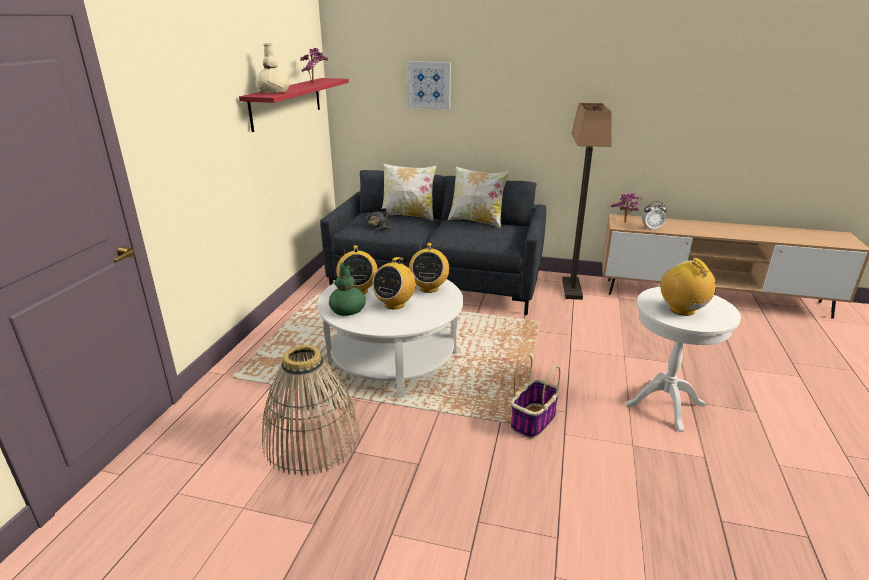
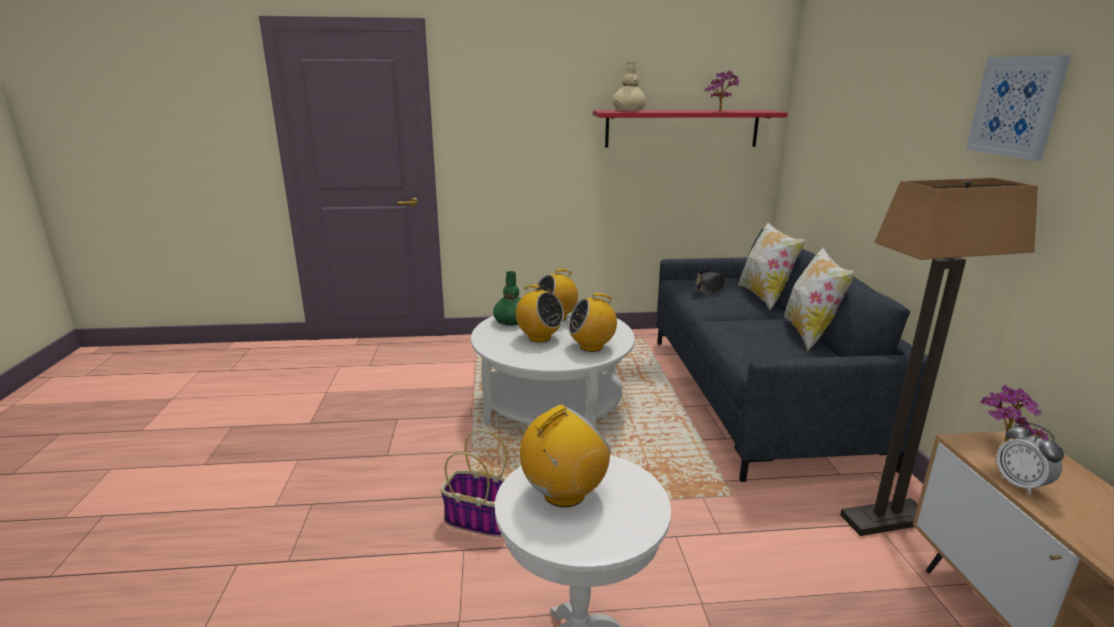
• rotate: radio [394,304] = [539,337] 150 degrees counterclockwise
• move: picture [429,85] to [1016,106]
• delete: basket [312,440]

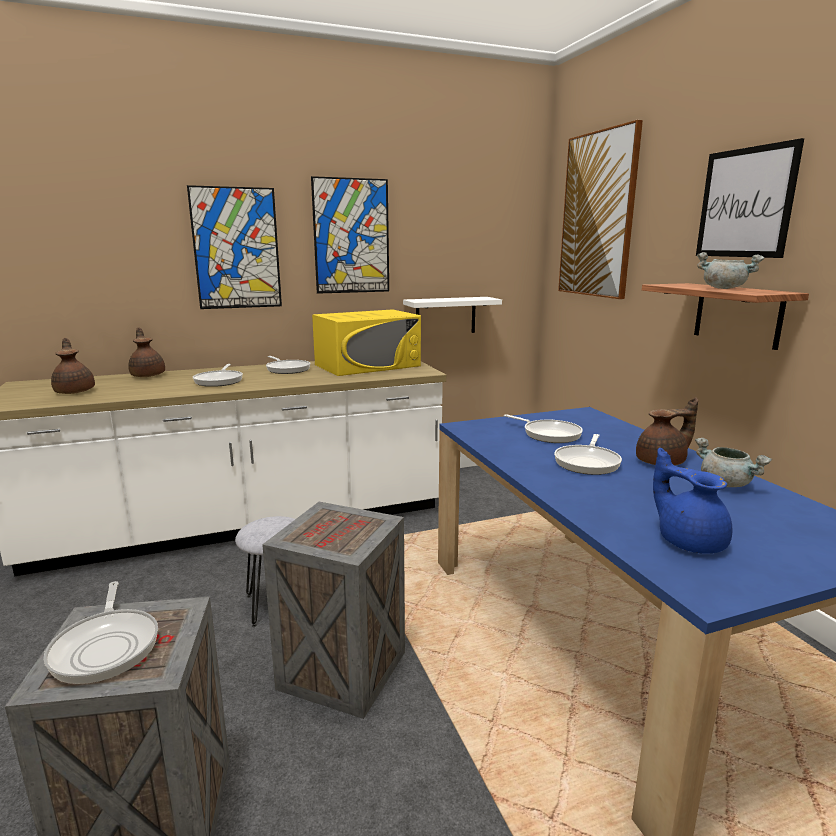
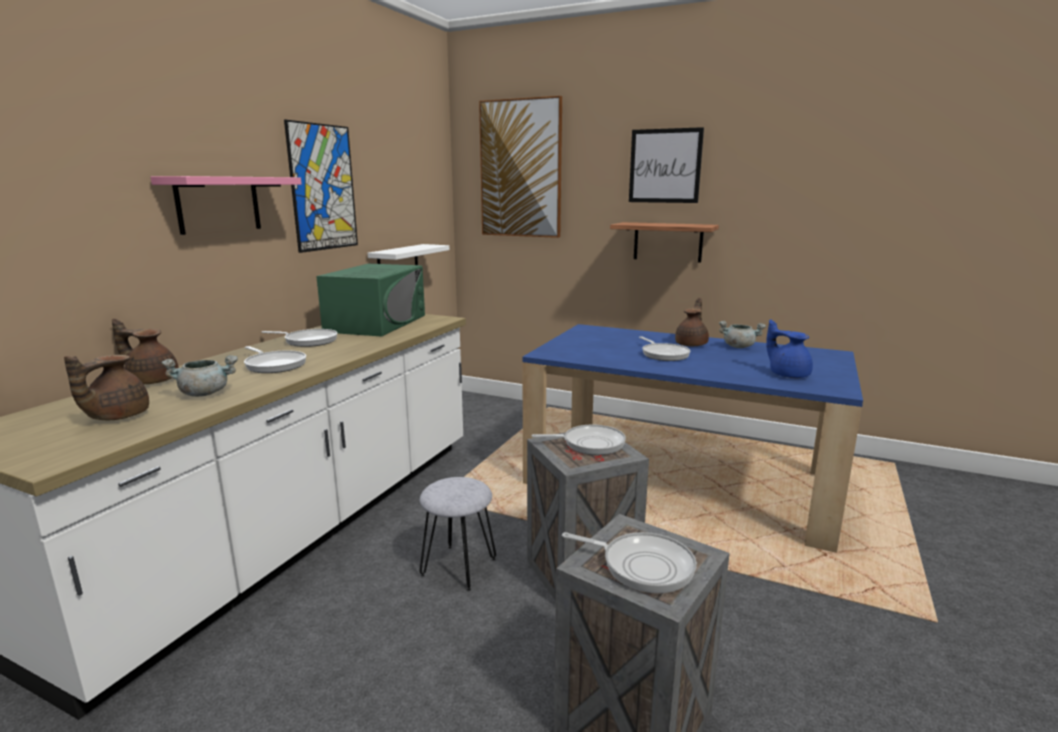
• rotate: brown teapot [75,391] = [116,417] 90 degrees counterclockwise
• replace: picture [236,248] to pink shelf [218,204]
• move: grey cooking pot [724,288] to [205,393]
• recolor: yellow microwave [368,365] to green microwave [376,323]
• move: frying pan [549,434] to [589,444]
• rotate: blue teapot [689,541] = [788,374] 45 degrees clockwise

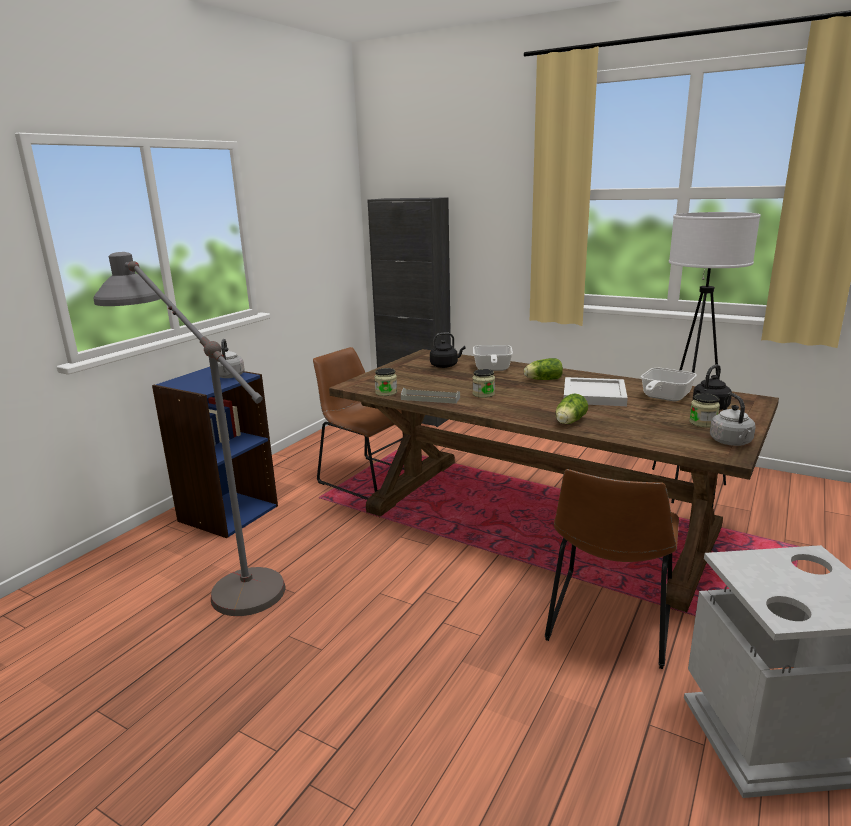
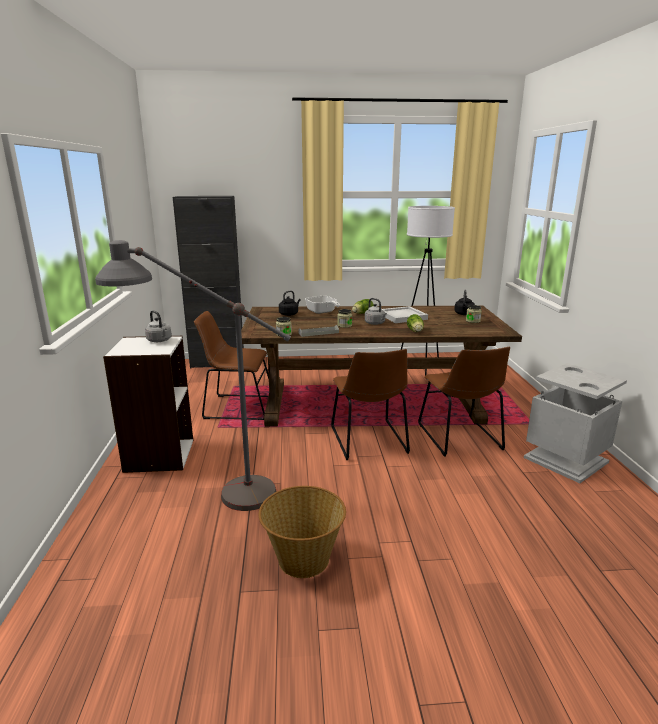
• recolor: blue bookcase [227,513] to white bookcase [158,455]
• insert: basket [303,560]
• insert: brown chair [369,441]
• move: grey kettle [731,442] to [375,323]
• delete: frying pan [663,398]

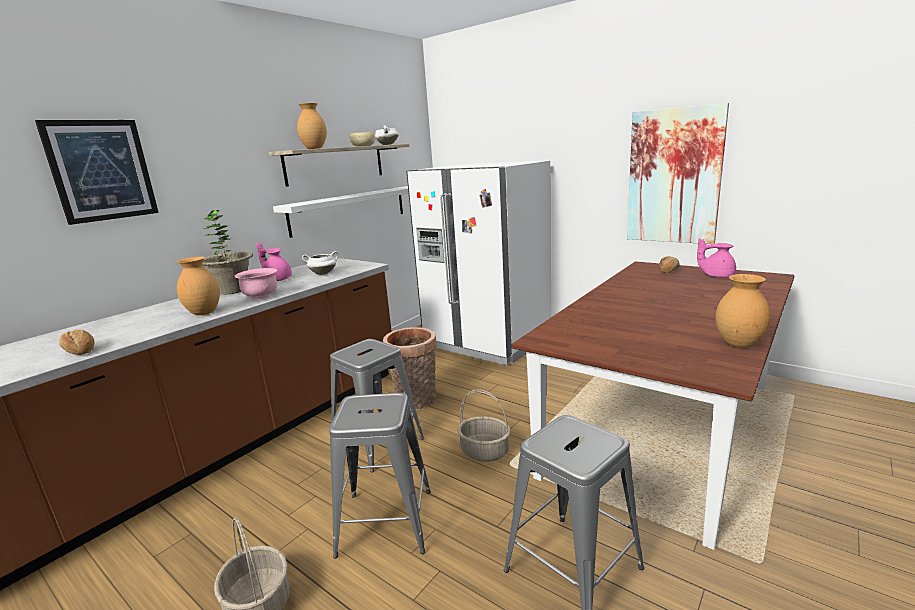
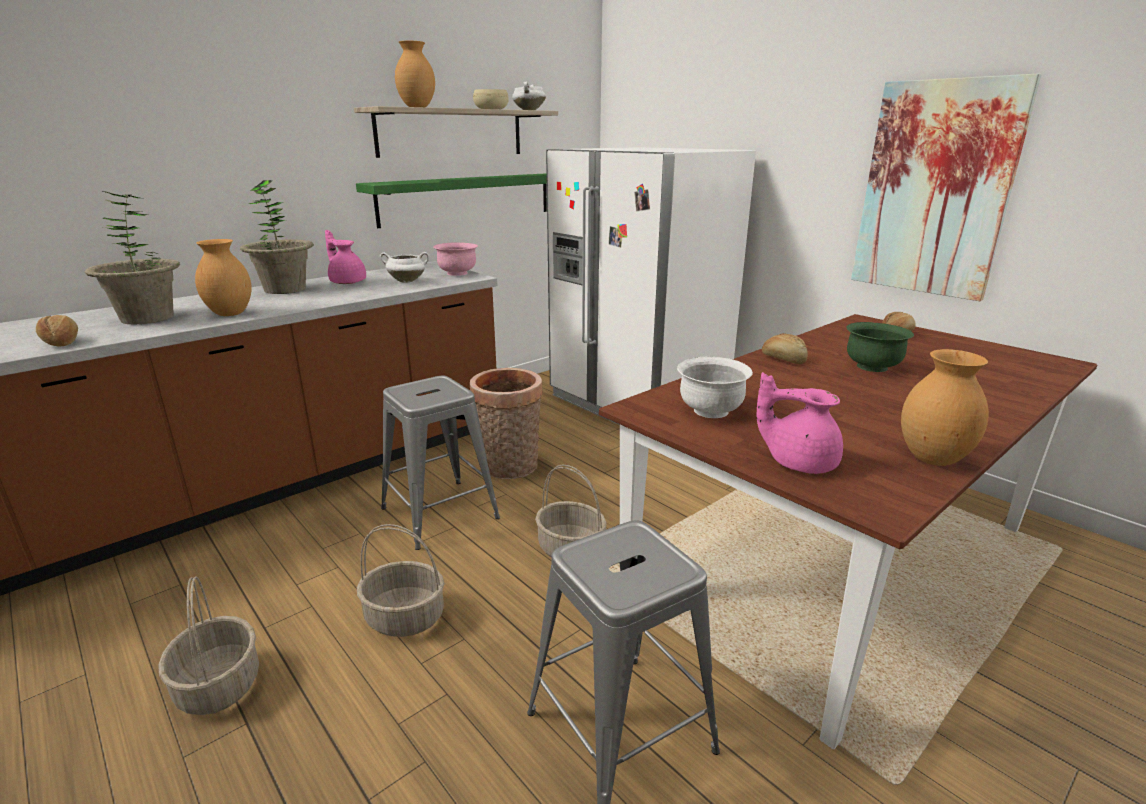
• insert: potted plant [147,318]
• recolor: white shelf [350,209] to green shelf [468,198]
• replace: grey stool [385,522] to basket [406,617]
• move: pink bowl [261,296] to [457,273]
• insert: white bowl [710,411]
• move: pink teapot [716,276] to [798,462]
• insert: bread [783,359]
• insert: green bowl [872,367]
• delete: picture [101,170]

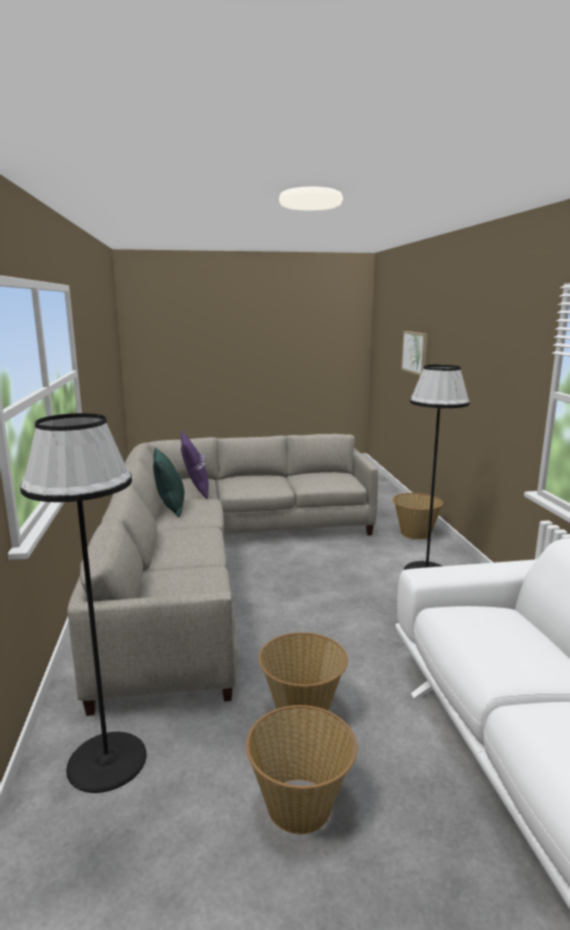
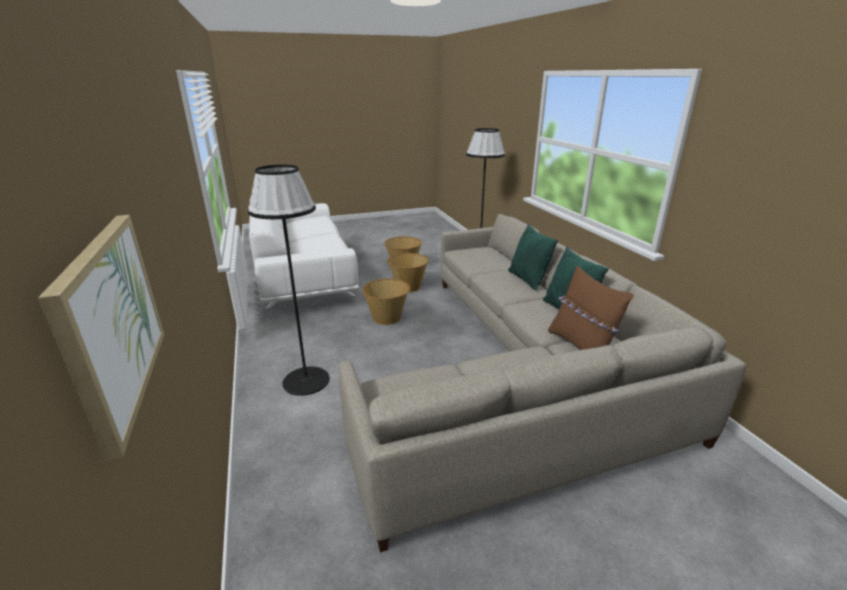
• move: basket [415,533] to [387,318]
• insert: green pillow [527,280]
• recolor: purple pillow [195,490] to brown pillow [581,347]

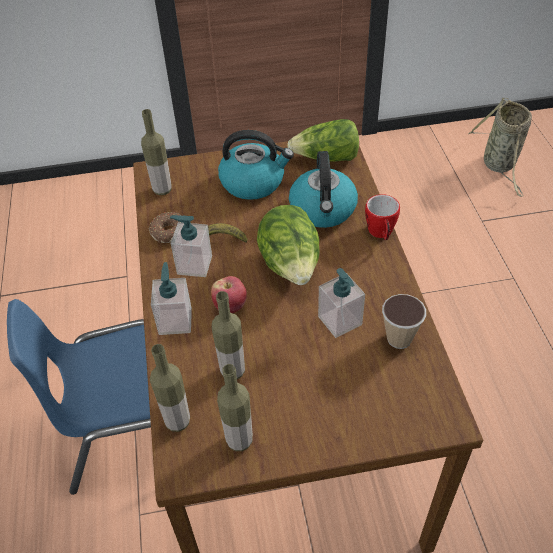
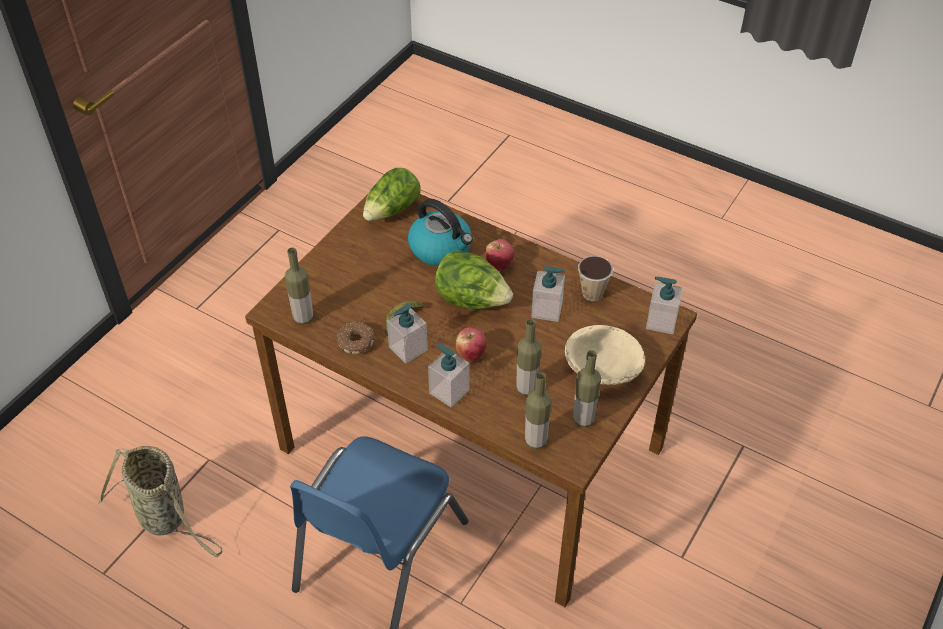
• move: basket [499,165] to [165,518]
• insert: apple [499,265]
• insert: beige bowl [602,368]
• insert: soap dispenser [661,322]
• delete: kettle [253,182]
• delete: mug [381,234]

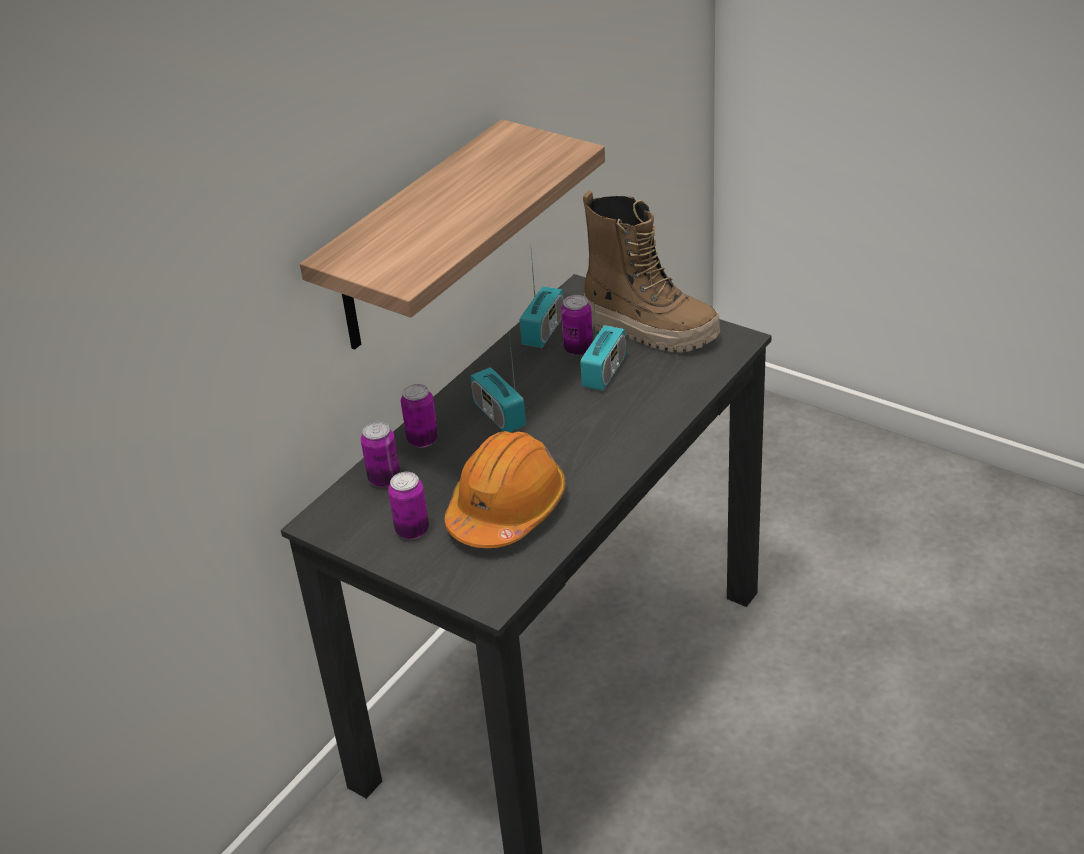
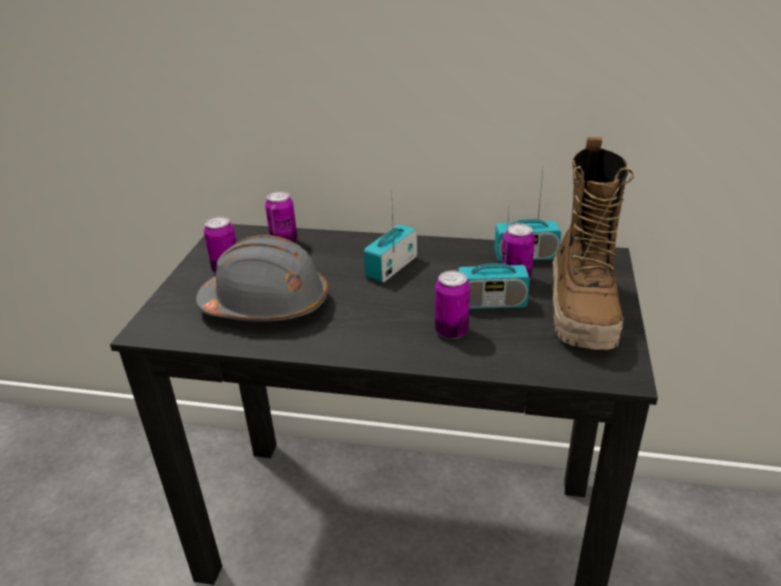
• recolor: orange hard hat [507,509] to grey hard hat [266,305]
• move: can [422,440] to [451,331]
• delete: shelf [414,240]

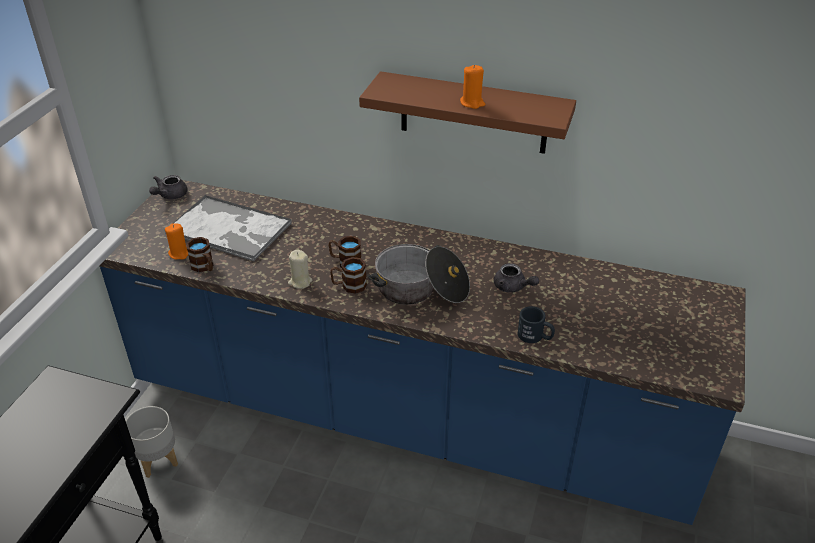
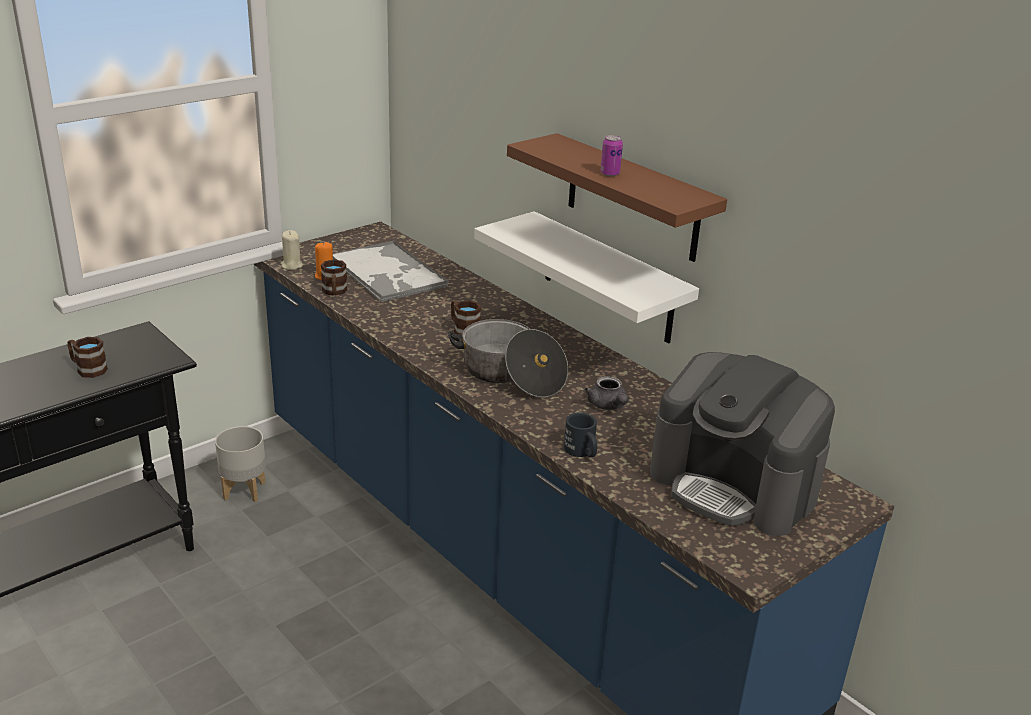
• move: brown mug [349,286] to [87,369]
• move: beige candle [300,282] to [291,265]
• insert: white shelf [608,278]
• replace: orange candle [472,103] to can [610,174]
• insert: coffee machine [734,485]
• delete: grey teapot [170,195]

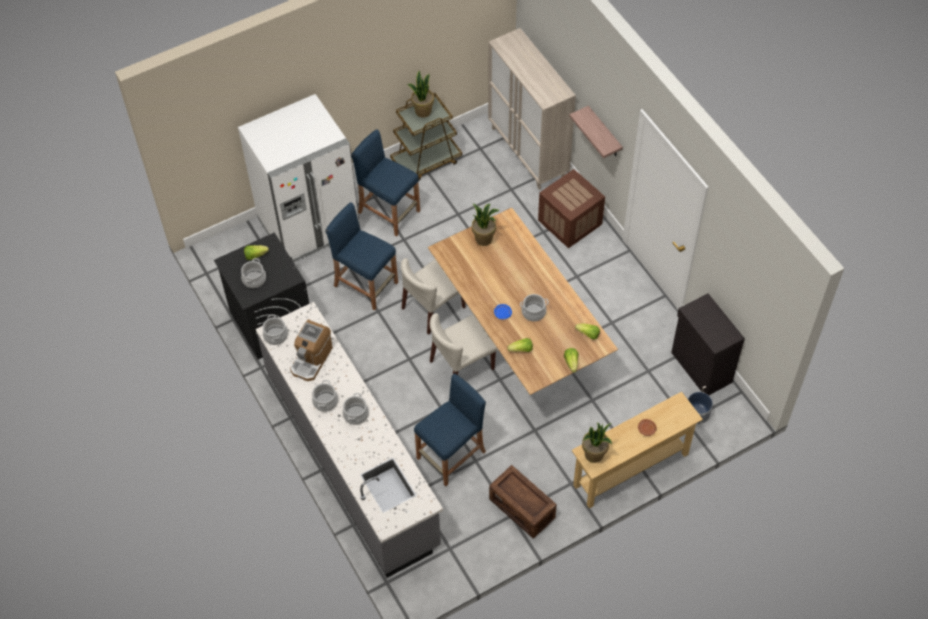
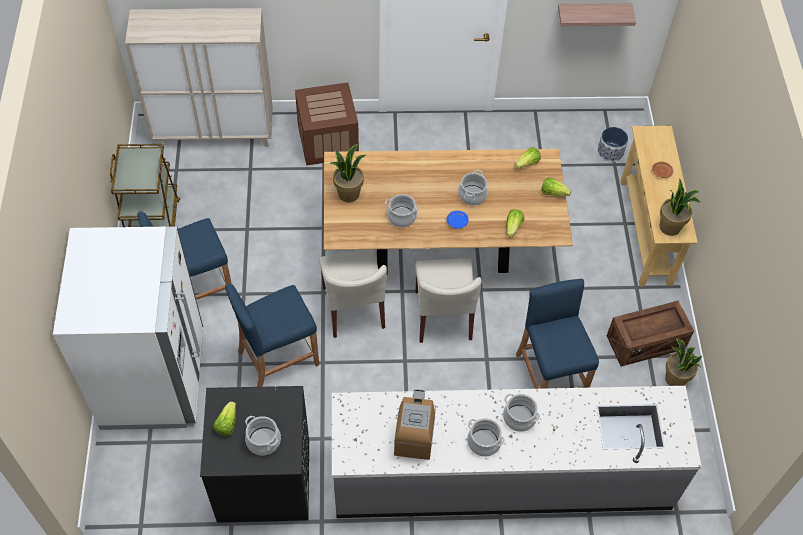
• move: cooking pot [276,335] to [402,217]
• rotate: coffee machine [311,359] = [415,431] 135 degrees counterclockwise
• move: shelf [604,133] to [592,13]
• move: potted plant [422,111] to [675,379]
• delete: black cabinet [700,368]

